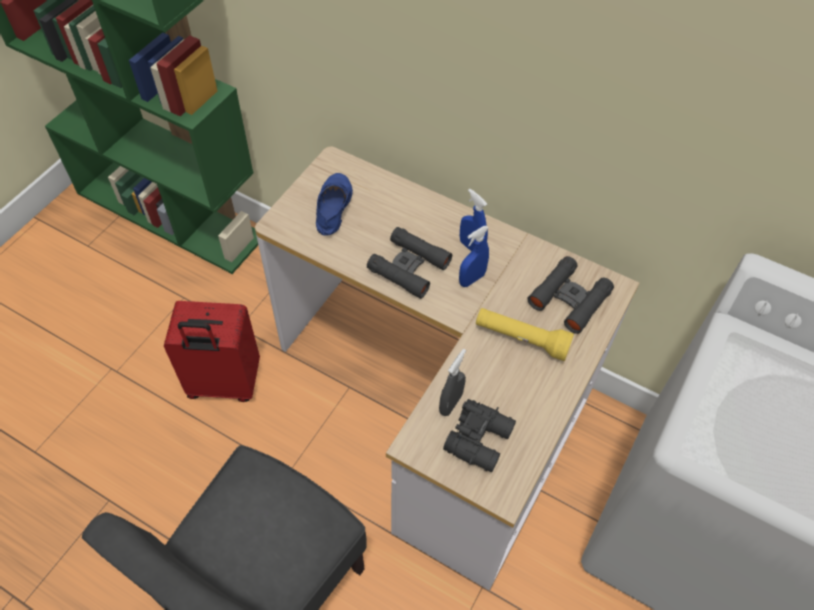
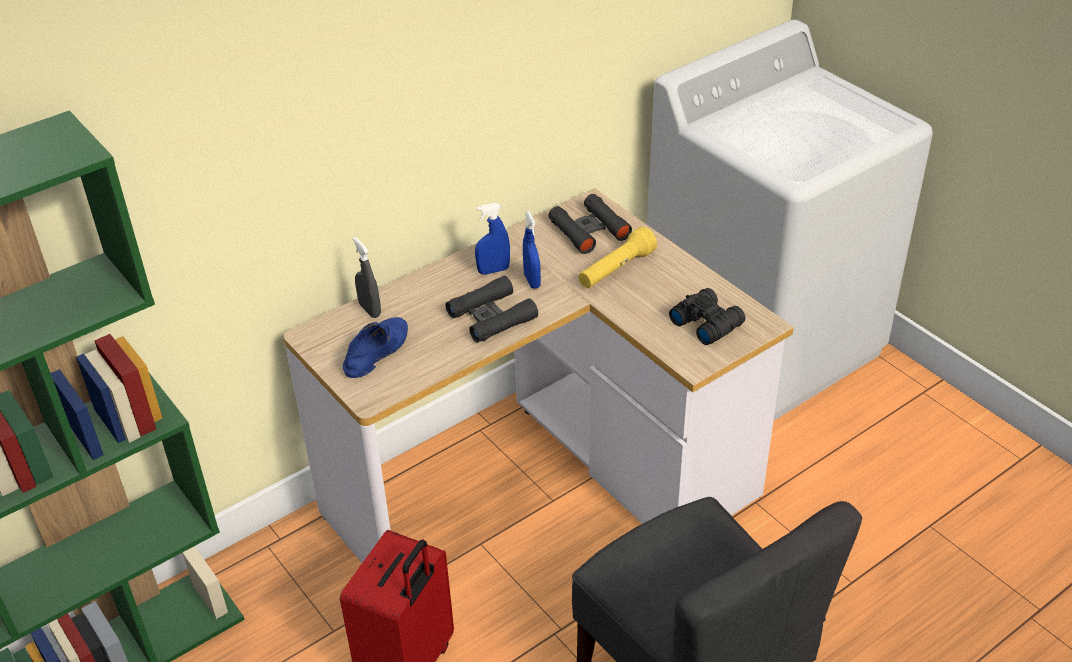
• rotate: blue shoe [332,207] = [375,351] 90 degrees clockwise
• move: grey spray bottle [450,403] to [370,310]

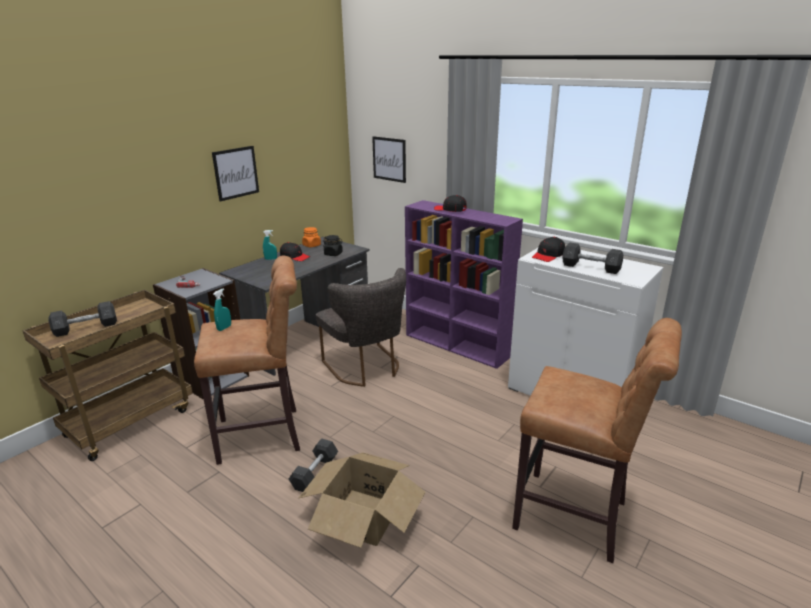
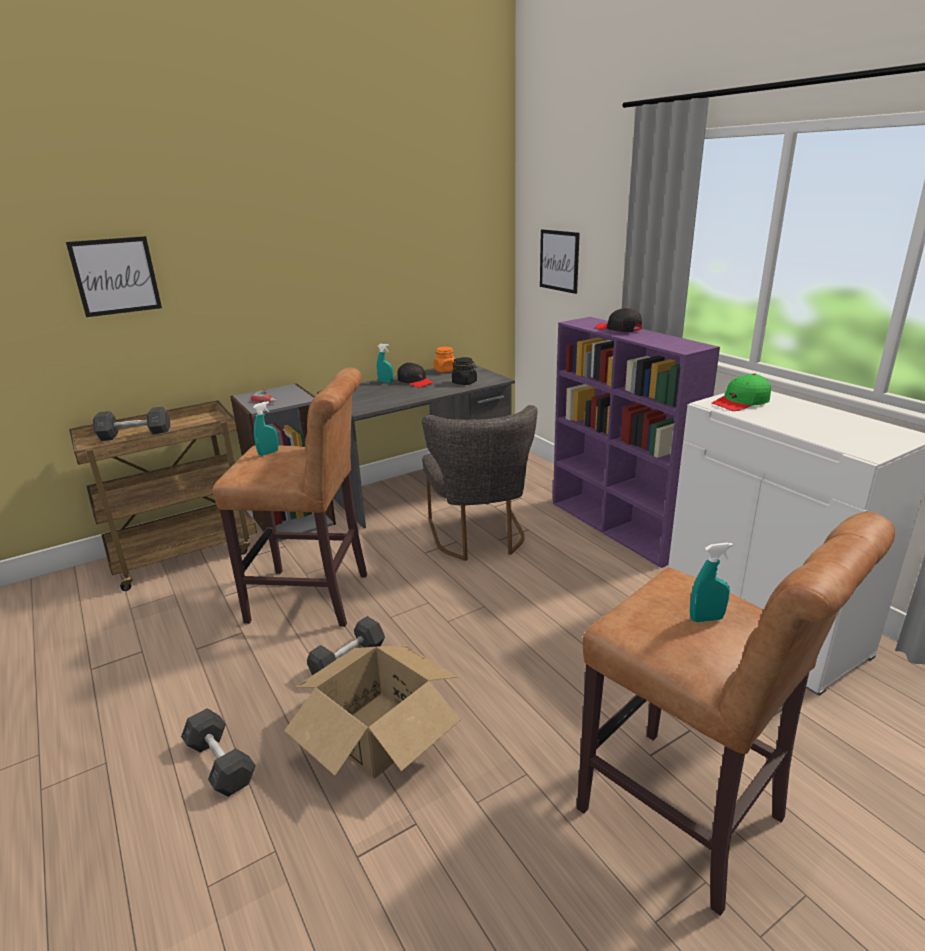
• move: picture [236,173] to [115,276]
• move: grey dumbbell [591,267] to [220,763]
• insert: turquoise spray bottle [706,618]
• recolor: black cap [548,255] to green cap [741,403]

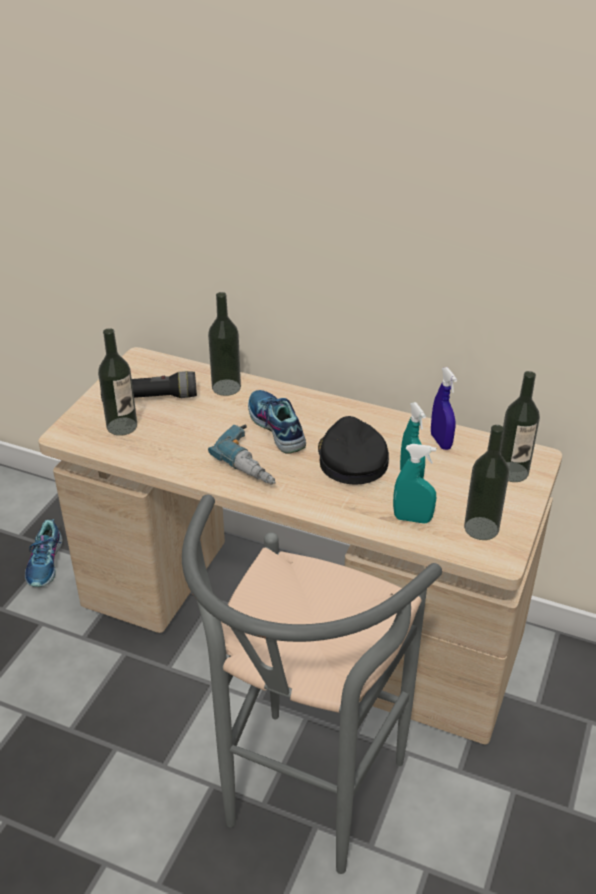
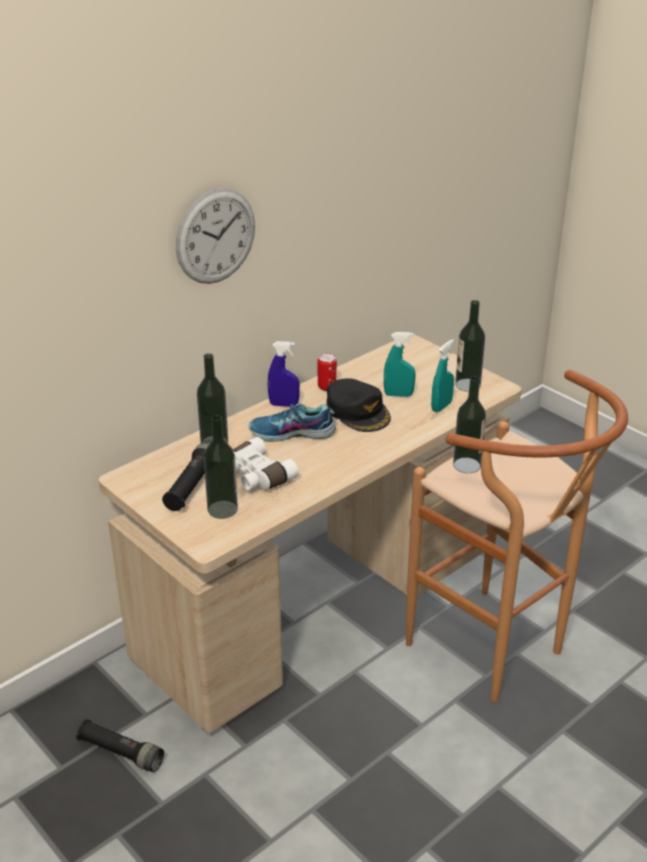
• replace: shoe [46,563] to black flashlight [121,753]
• insert: wall clock [216,236]
• insert: white binoculars [256,476]
• move: blue spray bottle [441,441] to [284,404]
• insert: can [327,387]
• rotate: black cap [351,459] = [358,411] 135 degrees counterclockwise
• recolor: grey stool [304,805] to brown stool [497,654]
• move: bottle [512,472] to [467,465]
• delete: power drill [253,462]

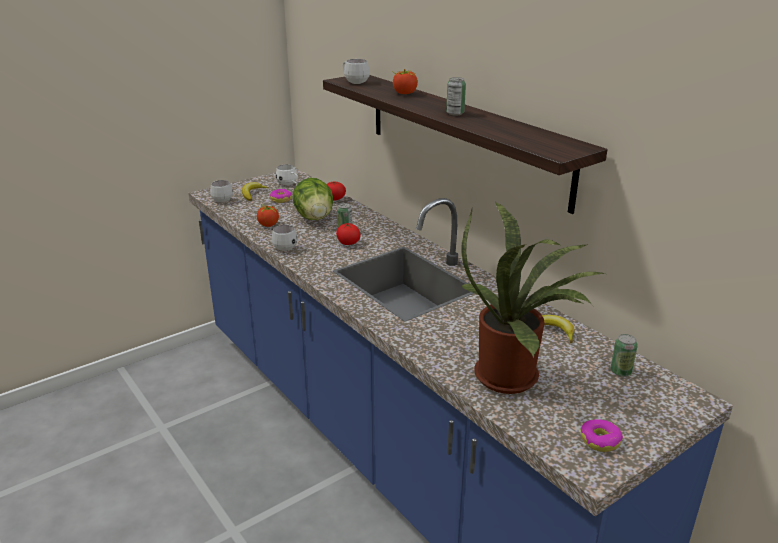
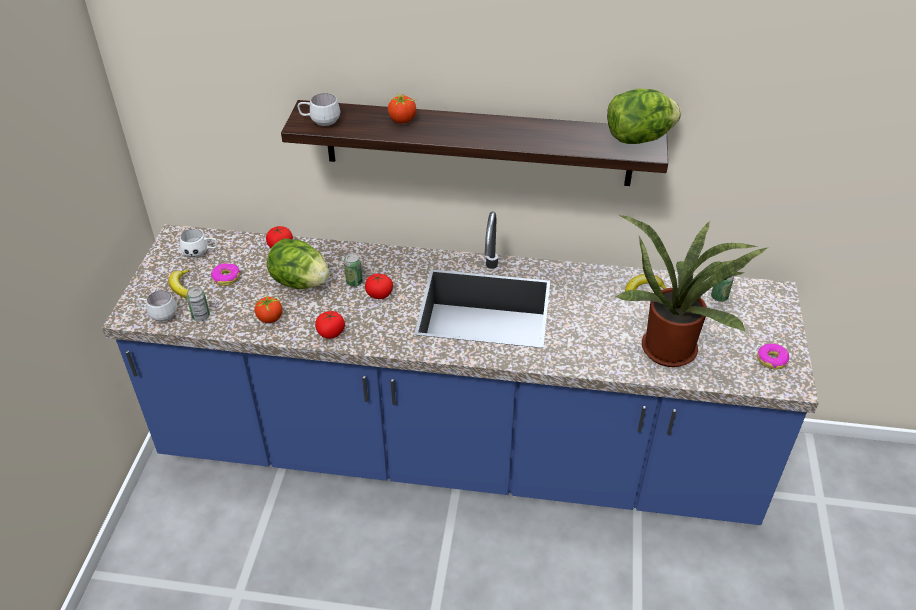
• move: can [455,113] to [201,316]
• replace: white mug [286,246] to tomato [331,333]
• insert: lettuce [638,138]

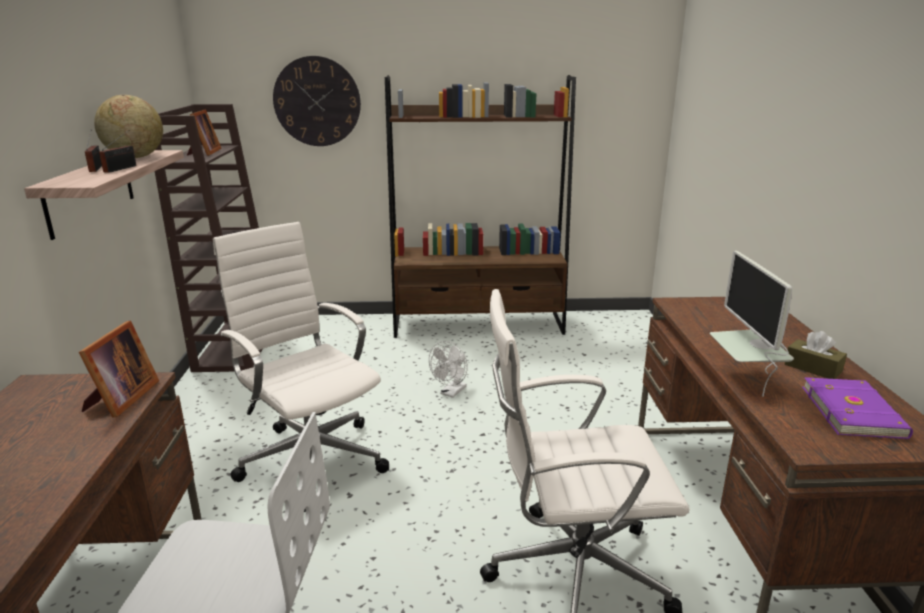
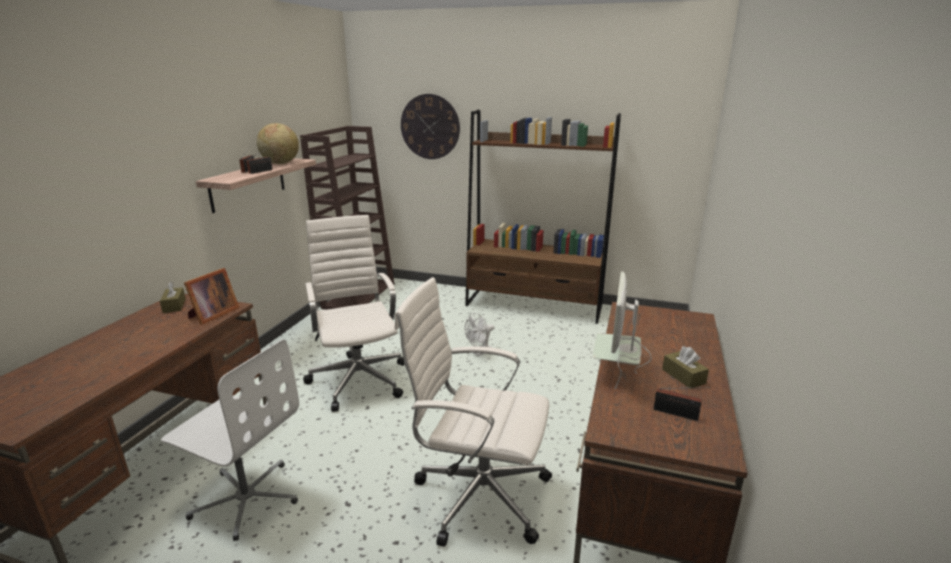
• insert: brown tissue box [174,305]
• replace: purple book [854,411] to radio [678,414]
• delete: picture frame [205,153]

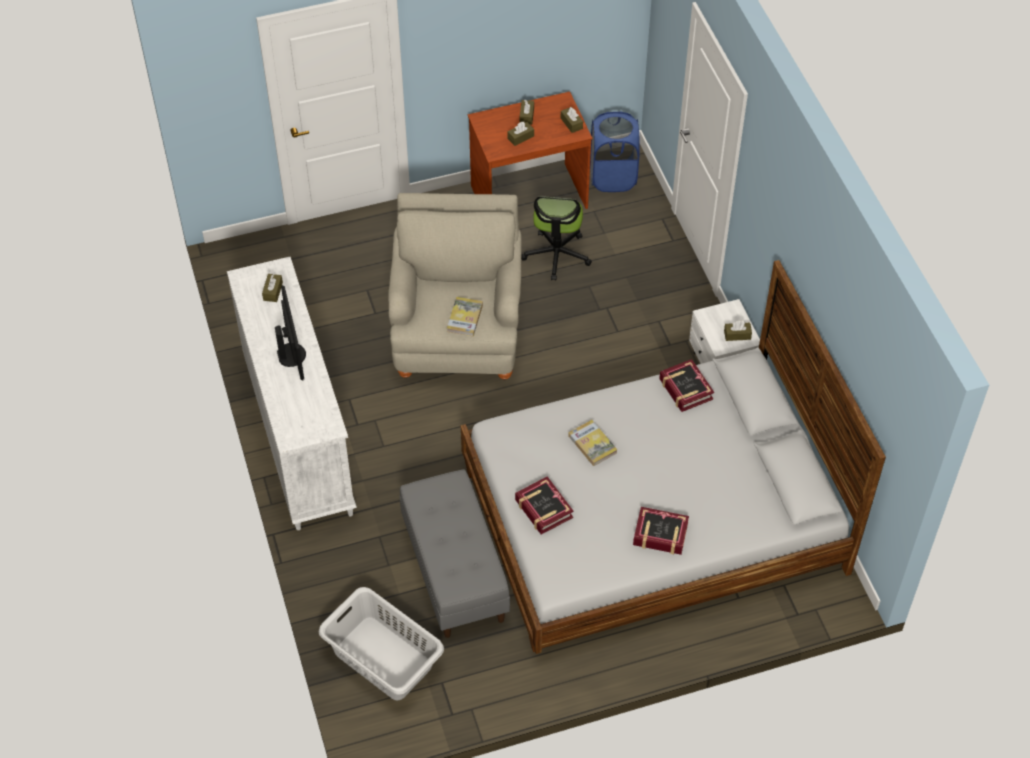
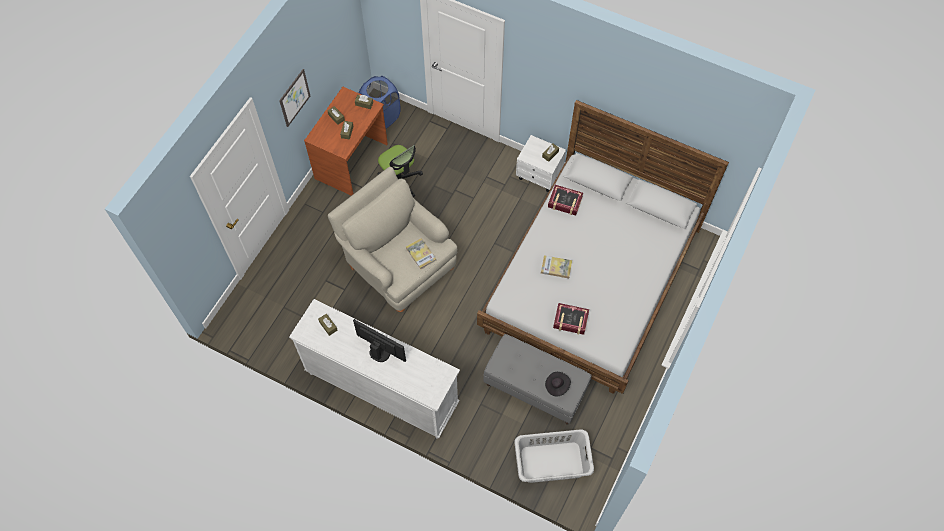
• insert: picture [294,98]
• insert: black hat [557,386]
• delete: book [660,534]

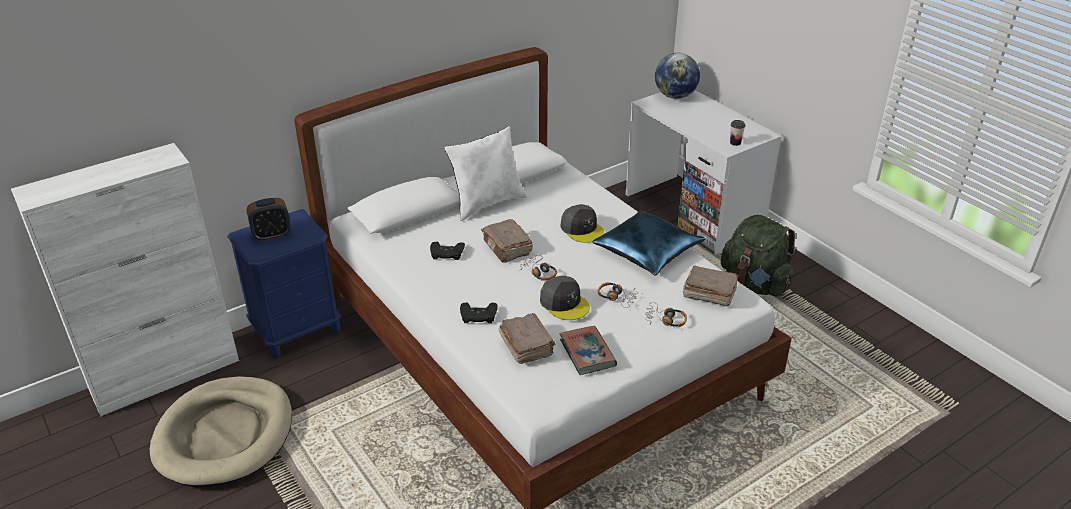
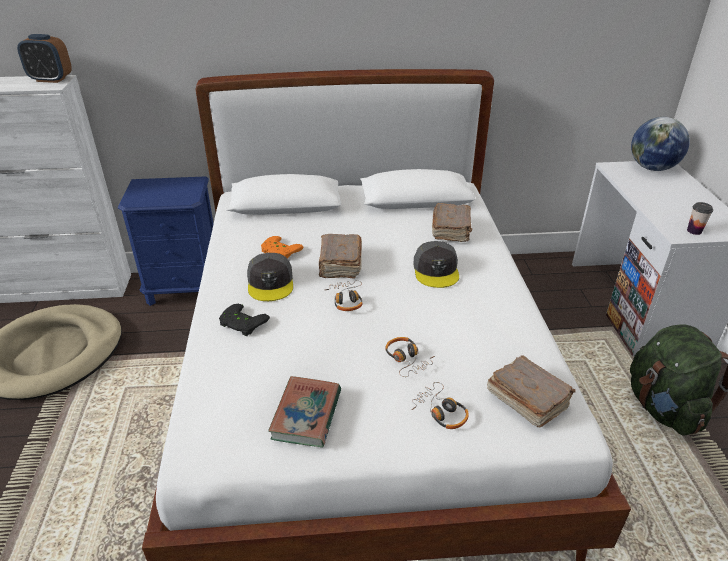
• move: alarm clock [272,235] to [51,79]
• move: grey cap [564,303] to [271,283]
• recolor: black game controller [446,254] to orange game controller [279,251]
• move: brown book [526,346] to [451,230]
• delete: white pillow [487,203]
• delete: blue pillow [647,251]

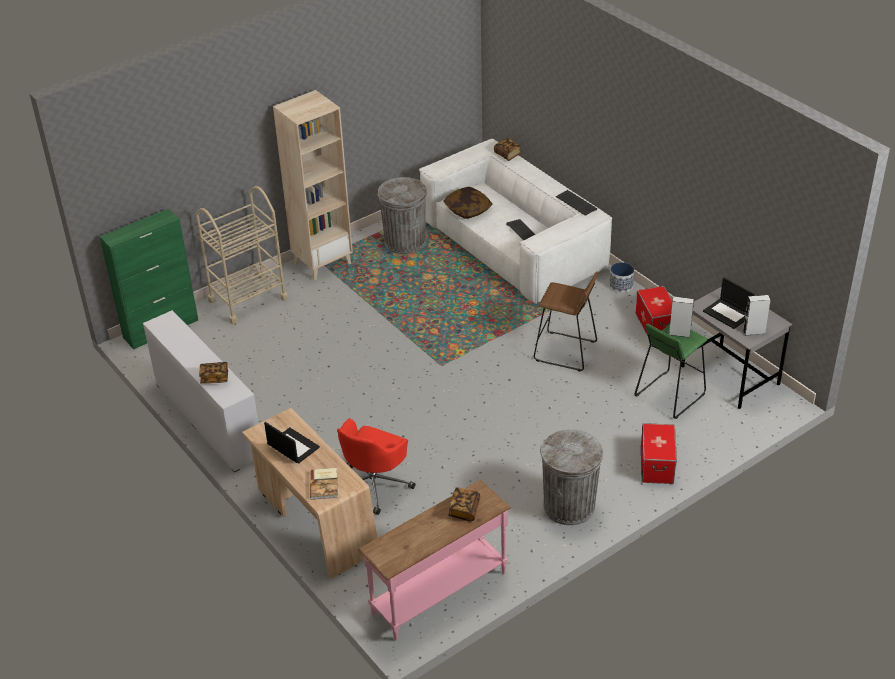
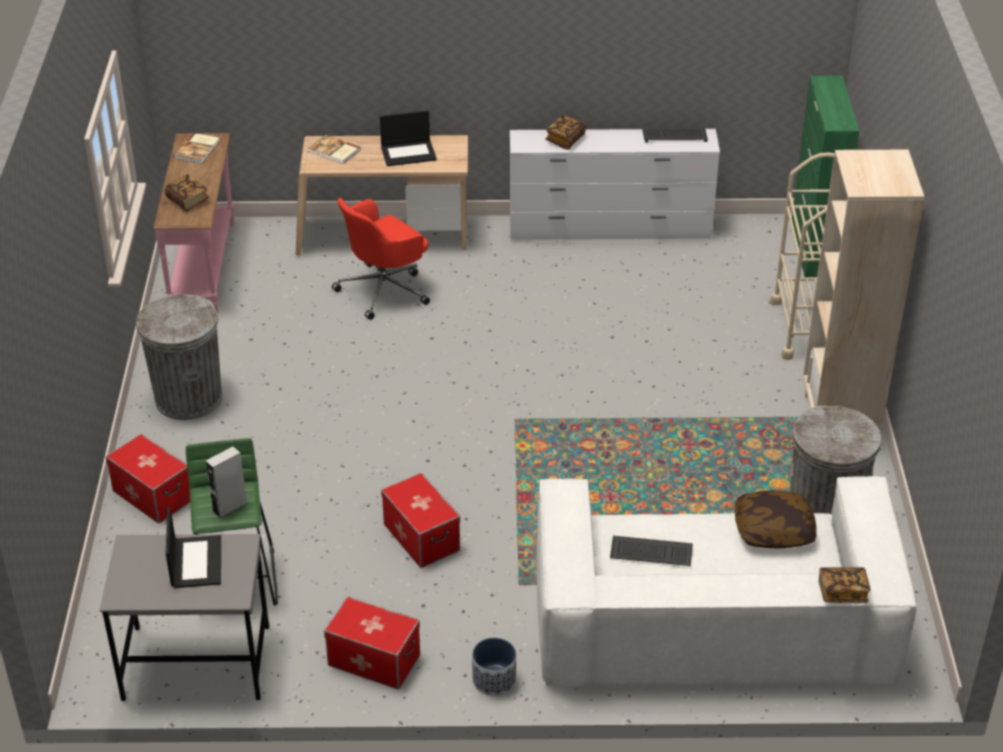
• rotate: laptop [728,314] = [195,561] 90 degrees clockwise
• insert: book [198,149]
• rotate: red office chair [374,485] = [384,290] 105 degrees counterclockwise
• replace: brown stool [565,351] to storage box [421,537]
• move: keyboard [575,204] to [675,136]
• delete: grey speaker [754,332]

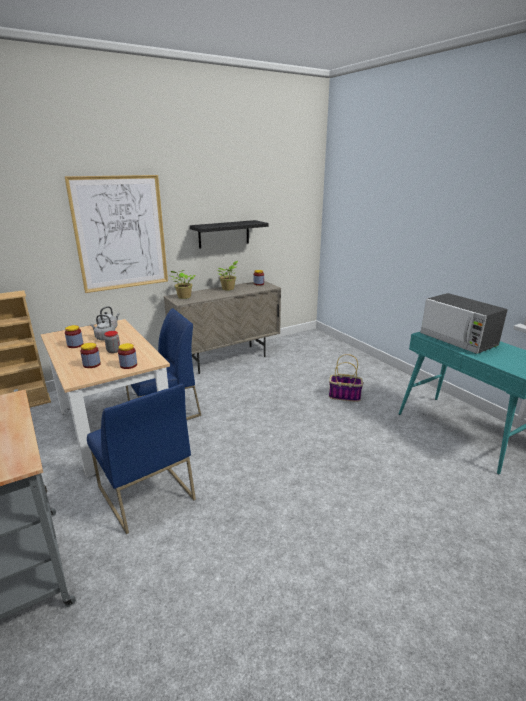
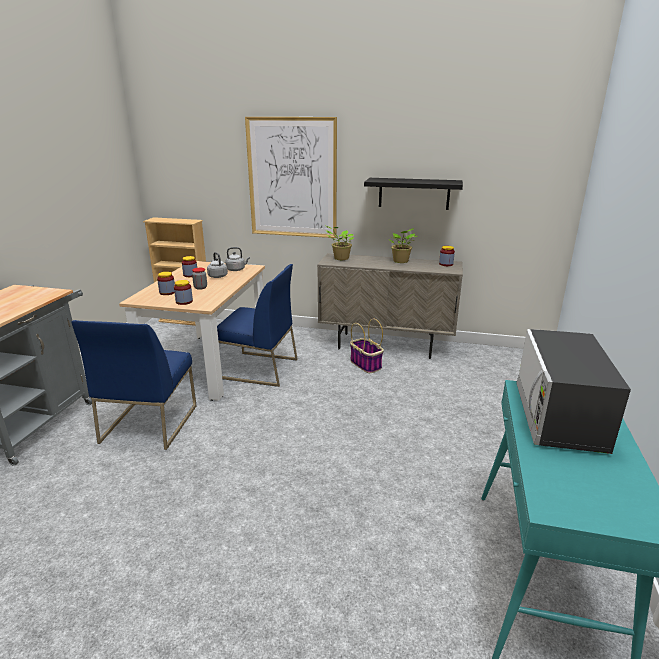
• move: basket [345,396] to [366,364]

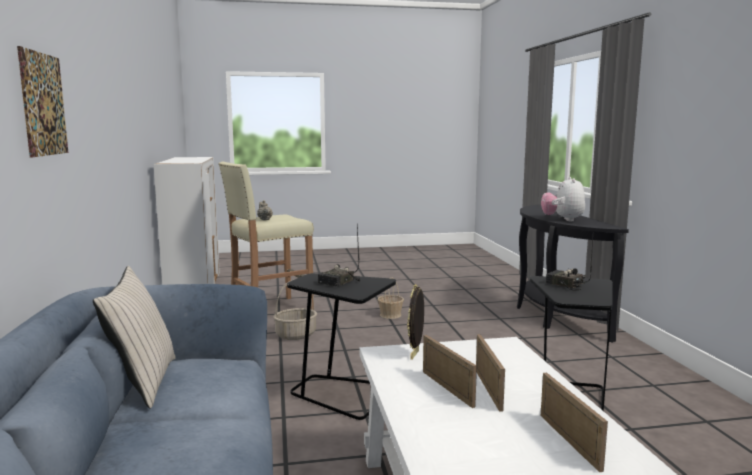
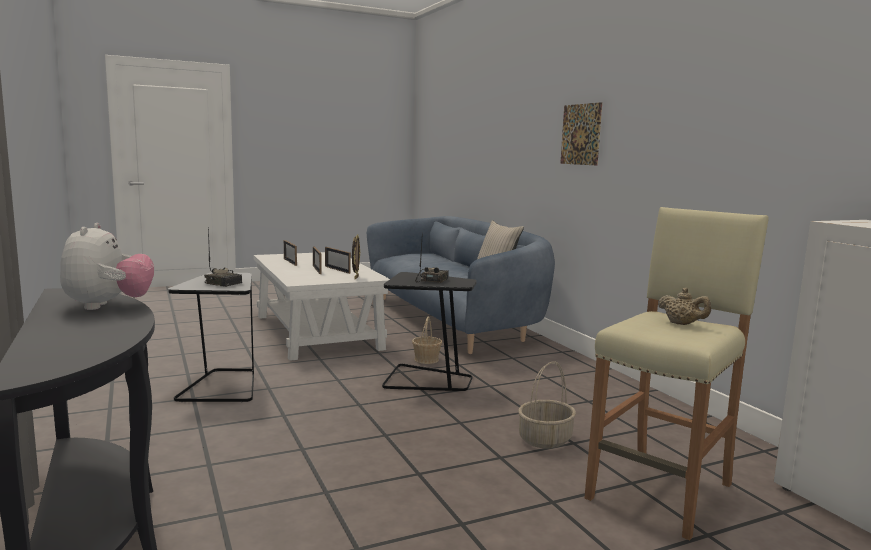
• move: basket [390,315] to [426,359]

